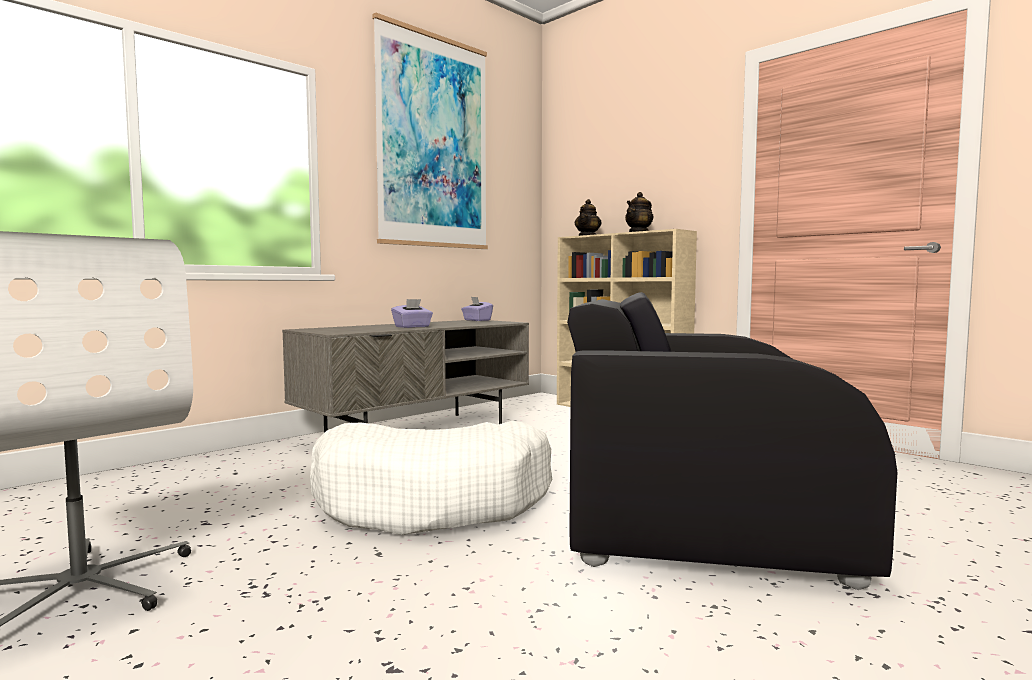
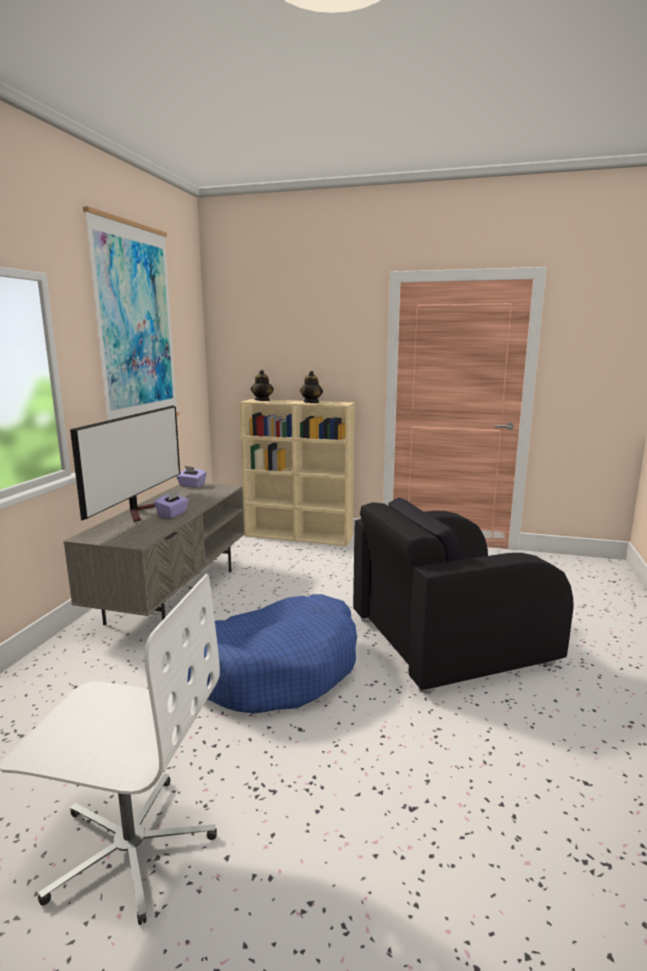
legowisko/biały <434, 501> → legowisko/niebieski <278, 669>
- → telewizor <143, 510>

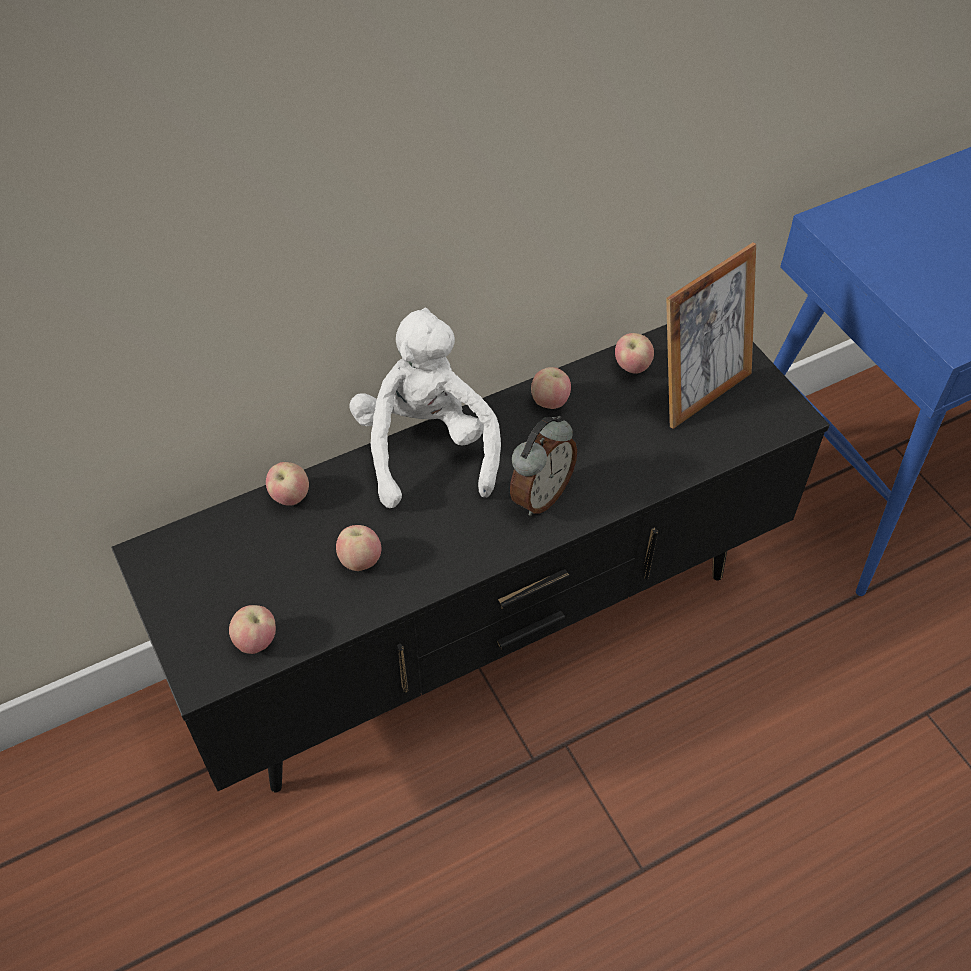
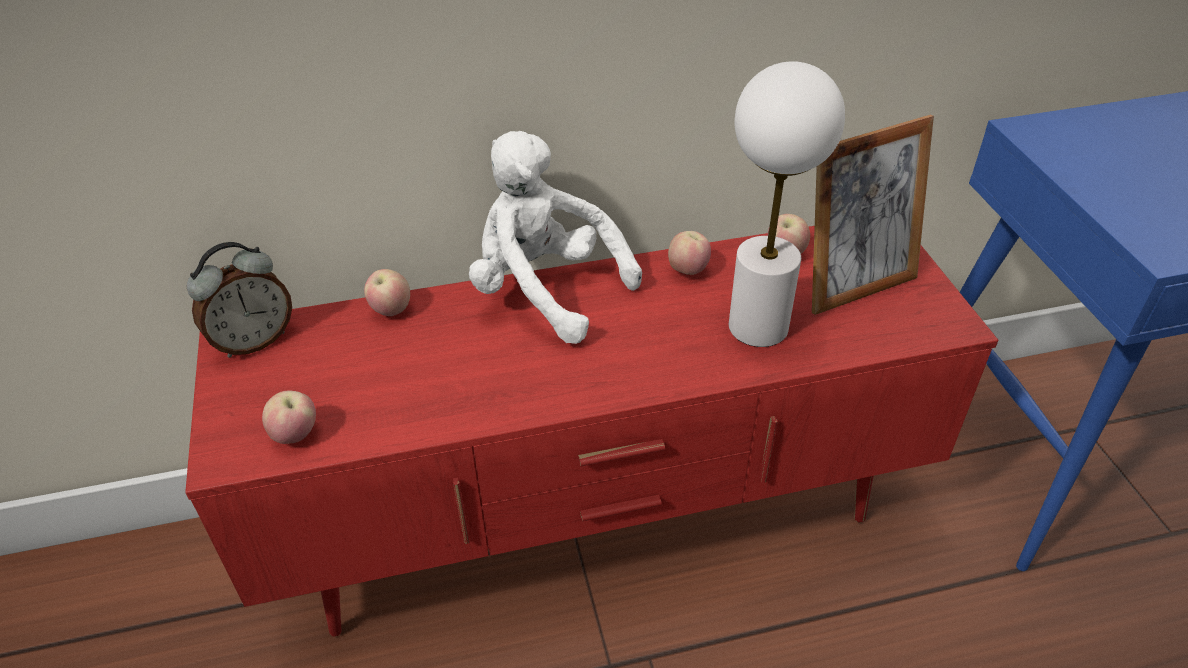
szafka pod telewizor/czarny <485, 635> → szafka pod telewizor/czerwony <596, 527>
jabłko <360, 561> → -
pluszak/biały <426, 448> → pluszak/biały <545, 290>, 60 degrees counterclockwise
budzik <540, 495> → budzik <253, 341>, move
- → lampa stołowa/biały <757, 327>

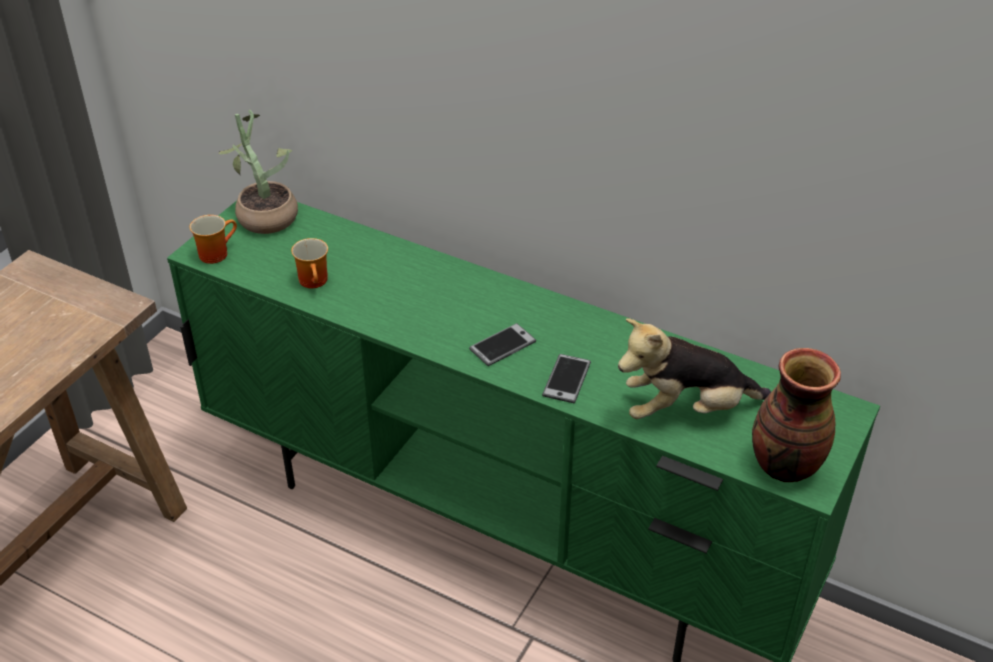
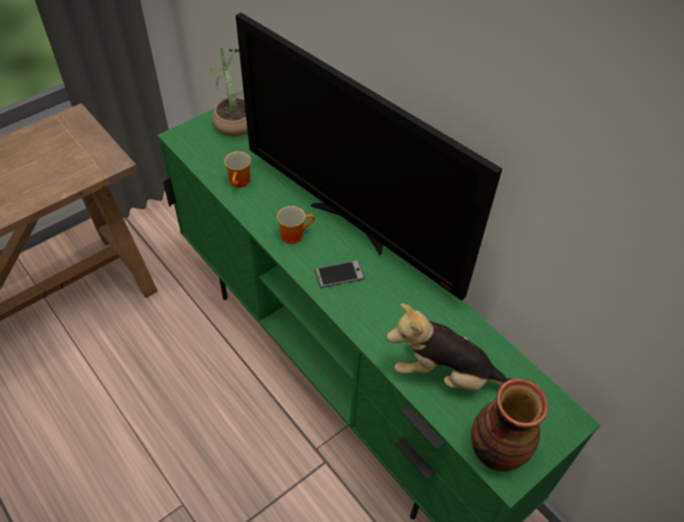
kubek <215, 252> → kubek <294, 234>, move
telefon <566, 379> → -
- → telewizor <352, 224>

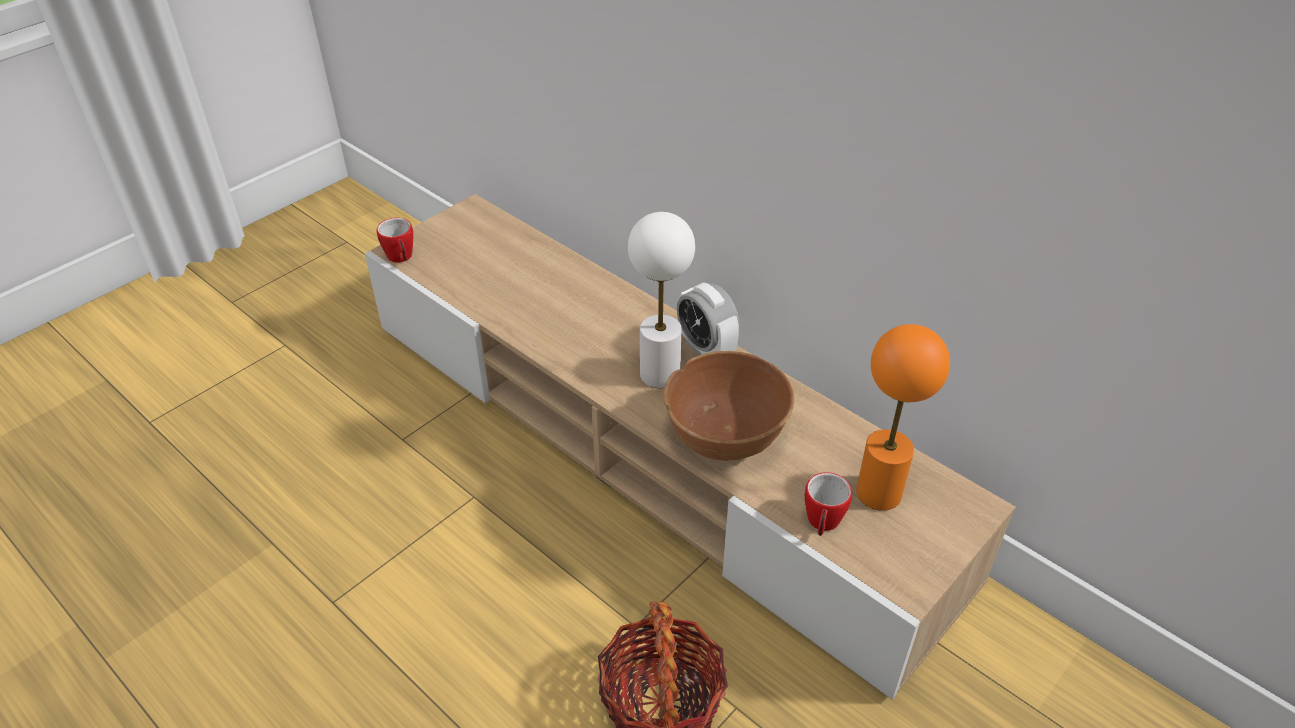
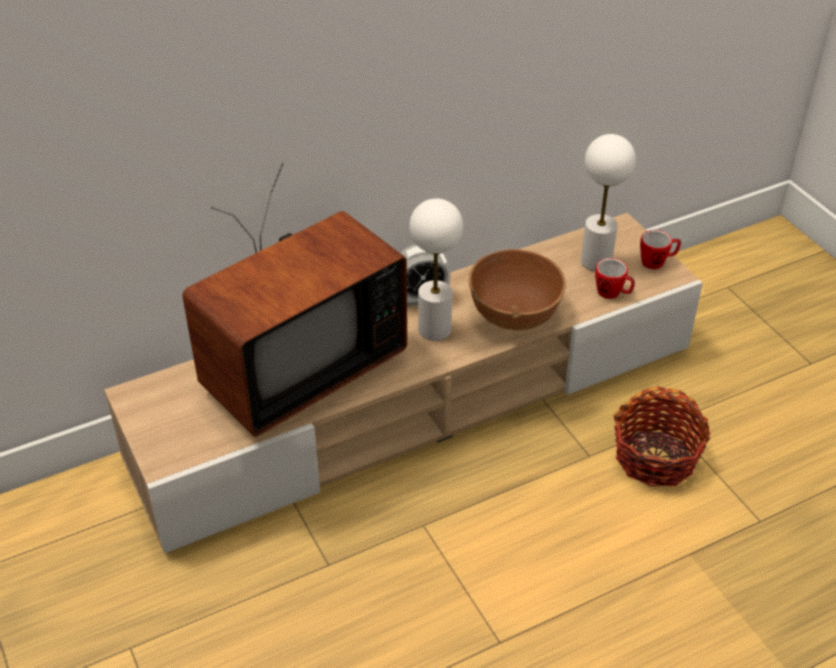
kubek <401, 258> → kubek <657, 262>, move
lampa stołowa/pomarańczowy <879, 493> → lampa stołowa/biały <596, 261>
- → telewizor <294, 368>

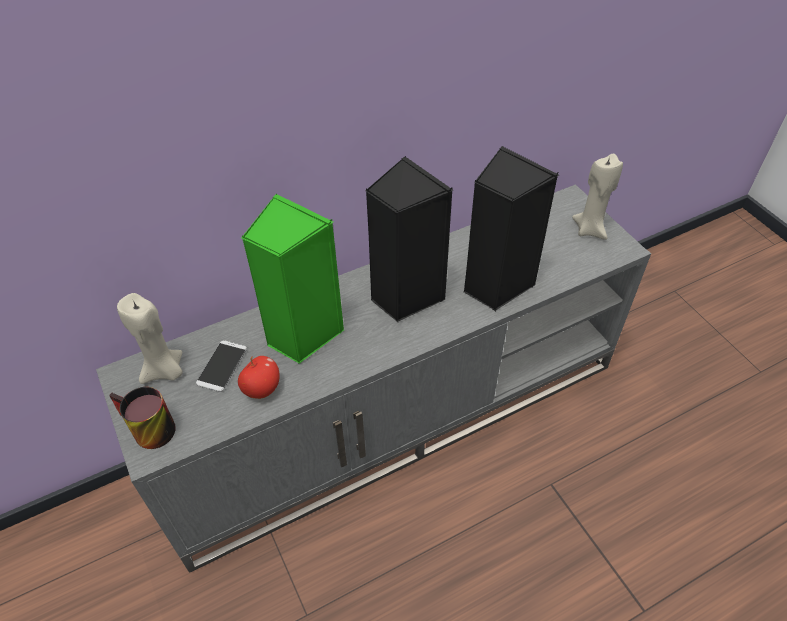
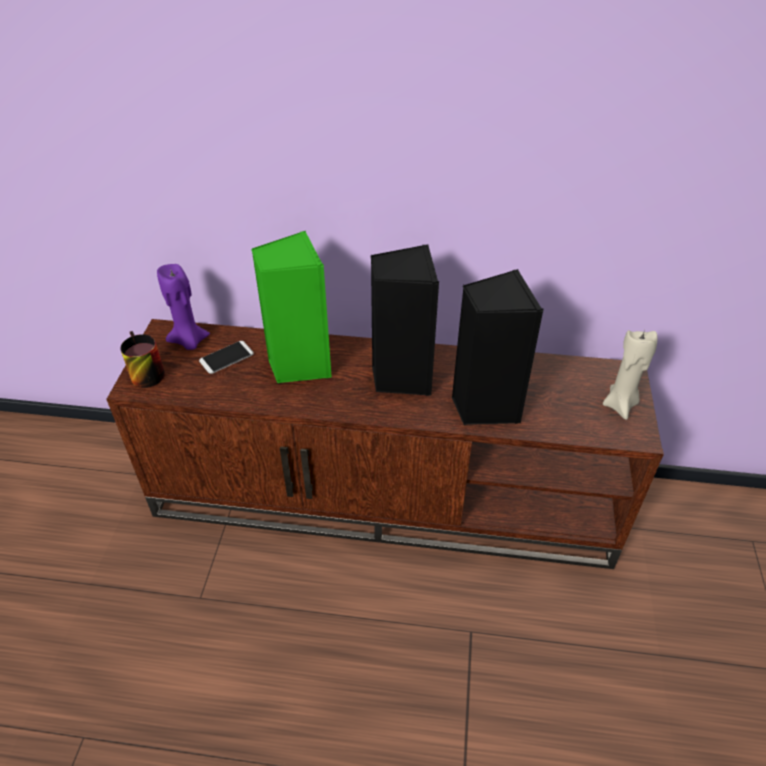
szafka pod telewizor/szary <394, 415> → szafka pod telewizor/brązowy <386, 496>
świeca/beżowy <165, 371> → świeca/fioletowy <189, 342>
jabłko <262, 388> → -

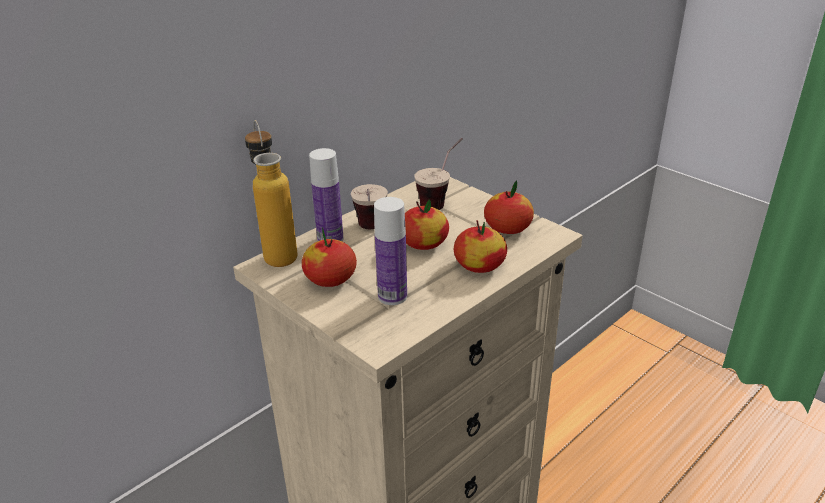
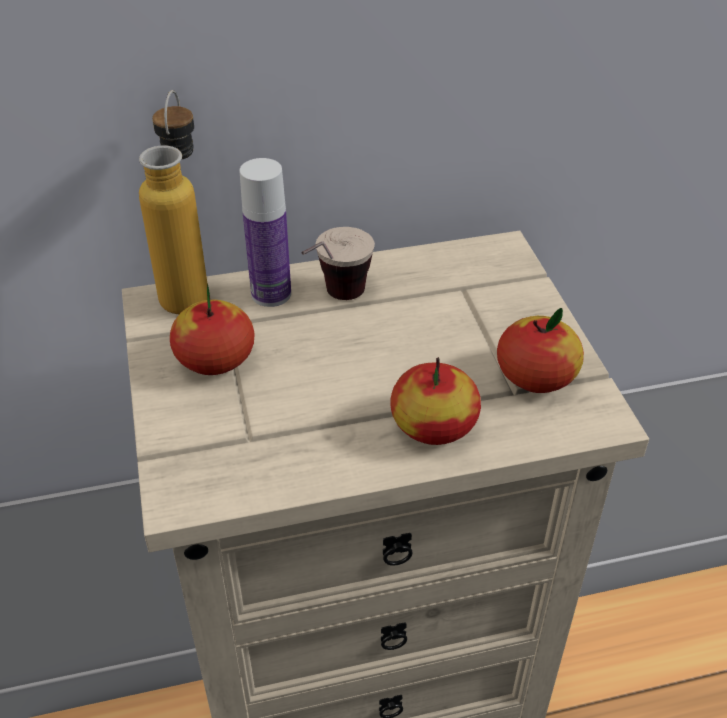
butelka <392, 296> → -
jabłko <423, 243> → -
filiżanka <441, 201> → -

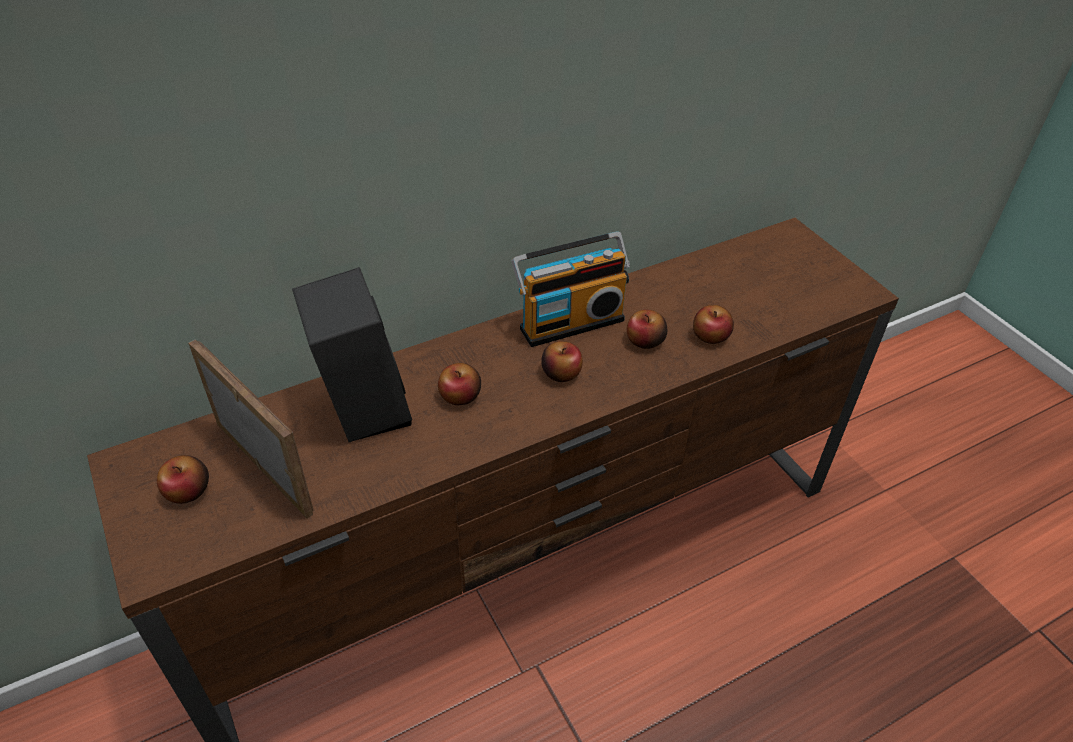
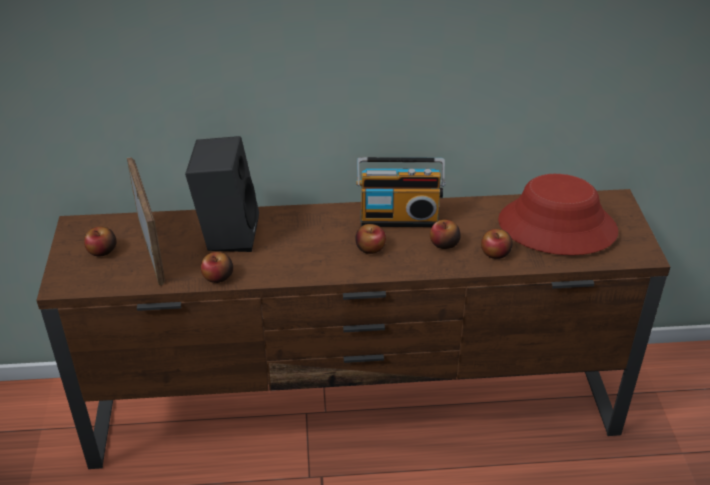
jabłko <460, 396> → jabłko <218, 277>, move
- → kapelusz/czerwony <556, 227>

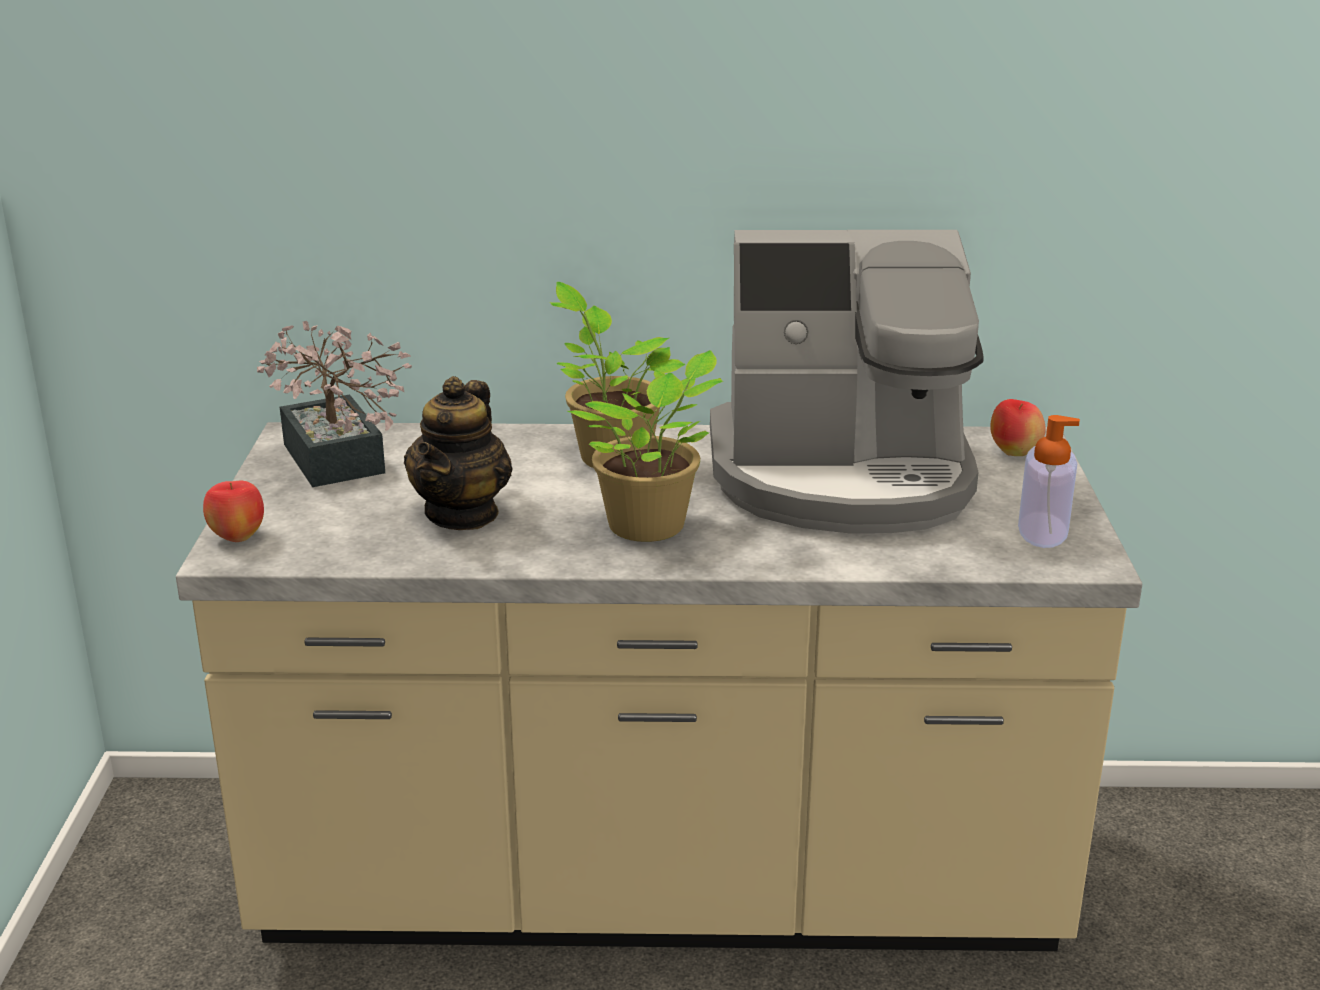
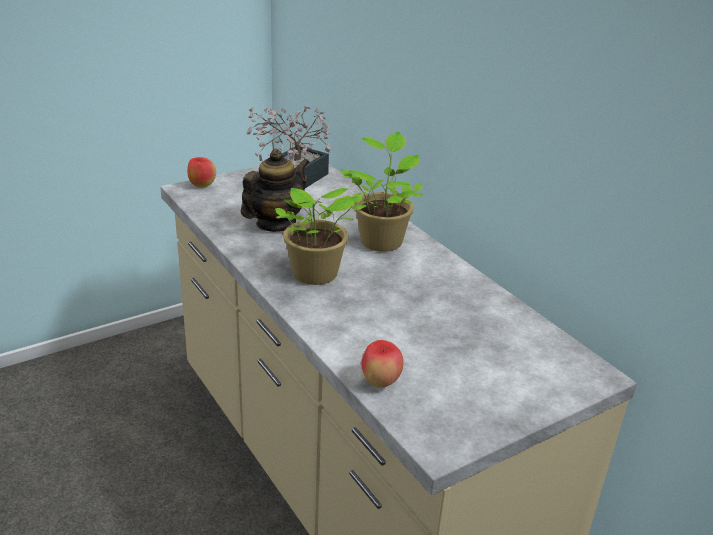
imbryk <462, 514> → imbryk <275, 224>, 150 degrees clockwise
ekspres do kawy <843, 478> → -
jabłko <1014, 453> → jabłko <380, 382>, move
dozownik mydła <1043, 530> → -

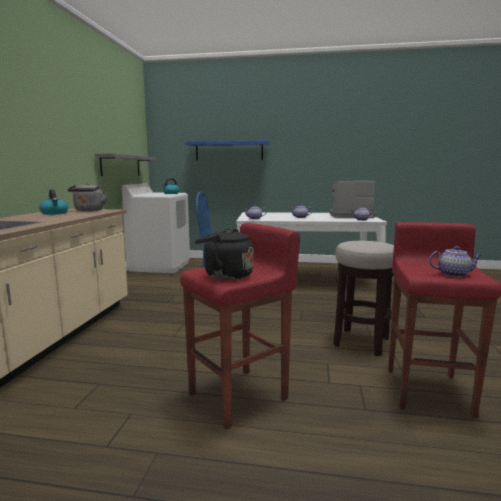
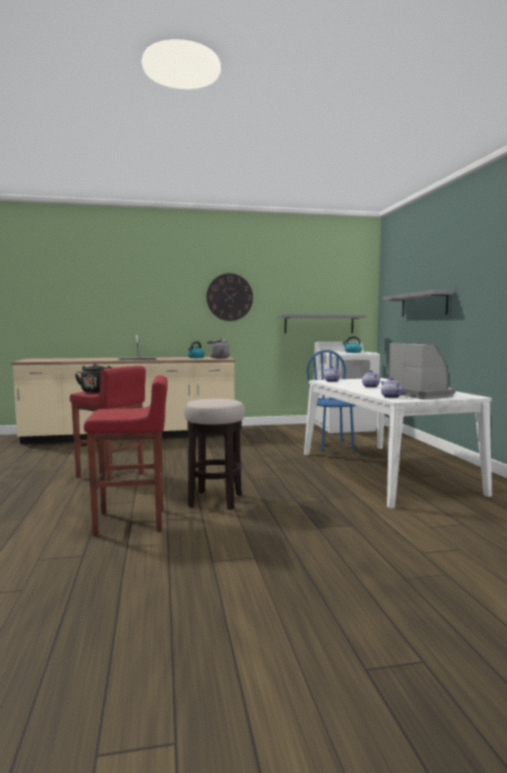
półka/niebieski <229, 151> → półka/szary <423, 304>
imbryk <454, 274> → -
- → zegar ścienny <229, 297>

